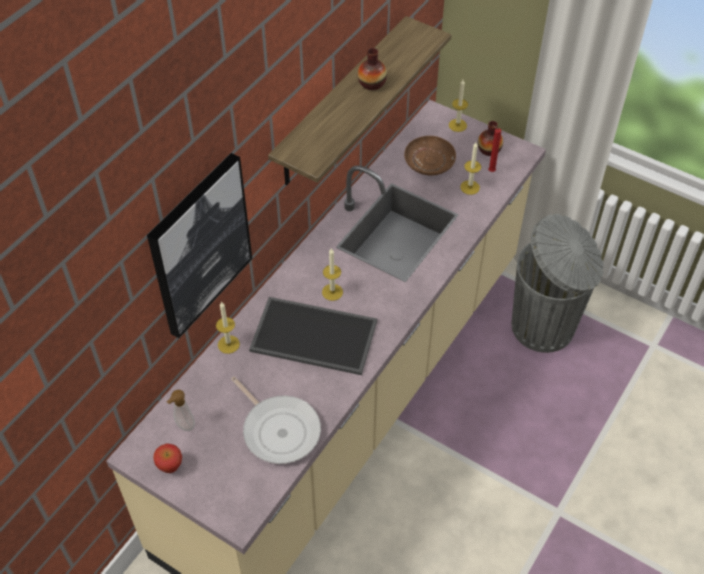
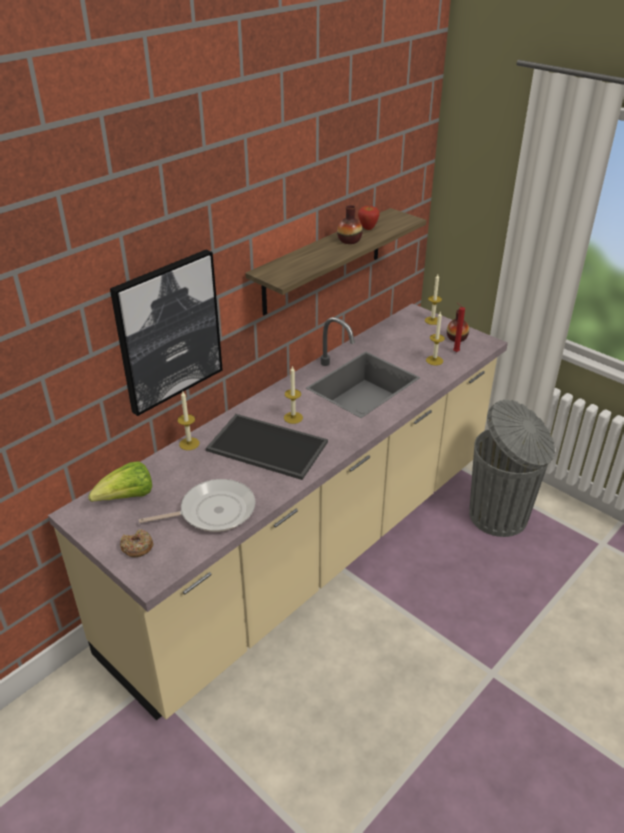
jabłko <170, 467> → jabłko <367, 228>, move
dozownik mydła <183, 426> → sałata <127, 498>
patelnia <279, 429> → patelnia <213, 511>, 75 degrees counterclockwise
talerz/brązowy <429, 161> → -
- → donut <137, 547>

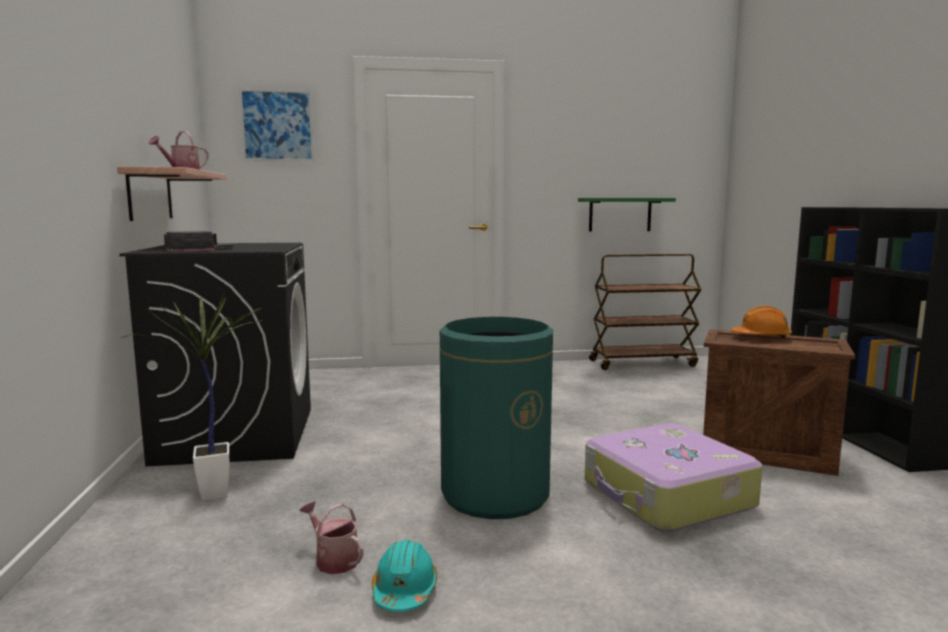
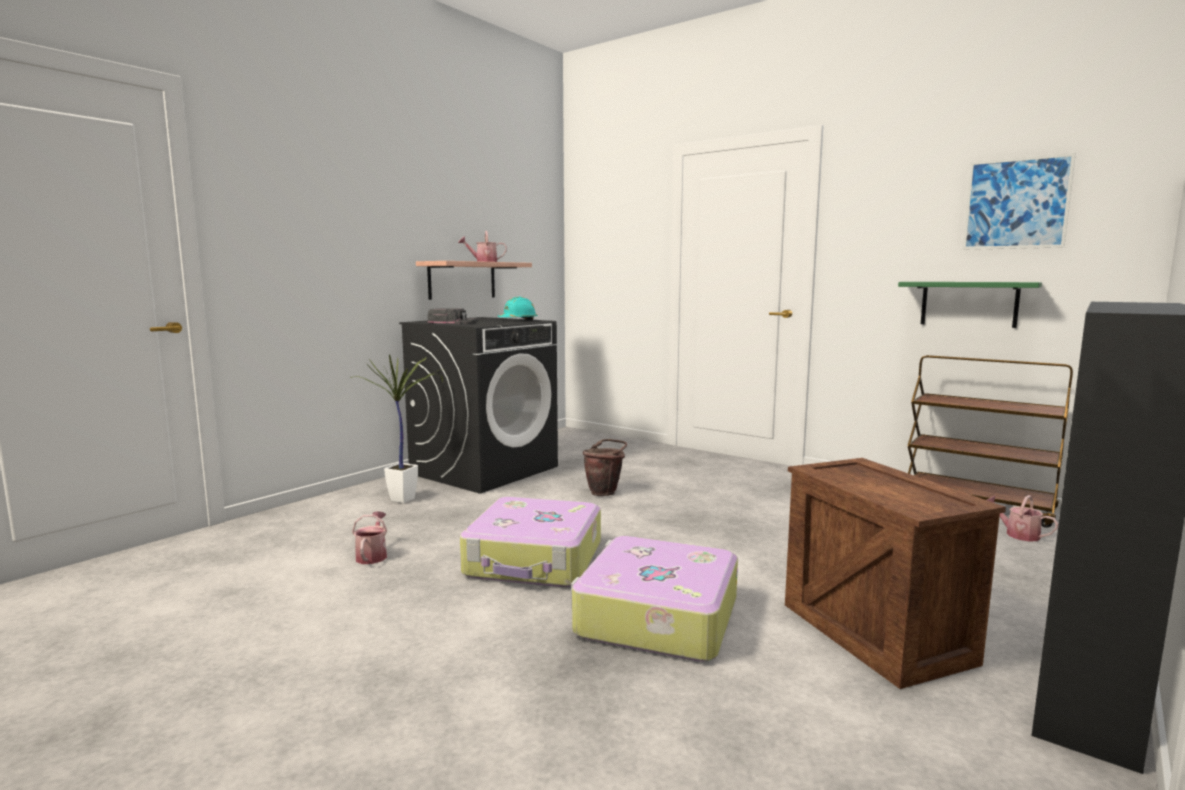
obraz <277, 125> → obraz <1016, 203>, move
kask/turkusowy <404, 591> → kask/turkusowy <518, 320>, move
kosz na śmieci/zielony <495, 494> → walizka <535, 560>
kask/pomarańczowy <761, 337> → -
- → wiadro/brązowy <605, 492>
- → konewka <1017, 534>

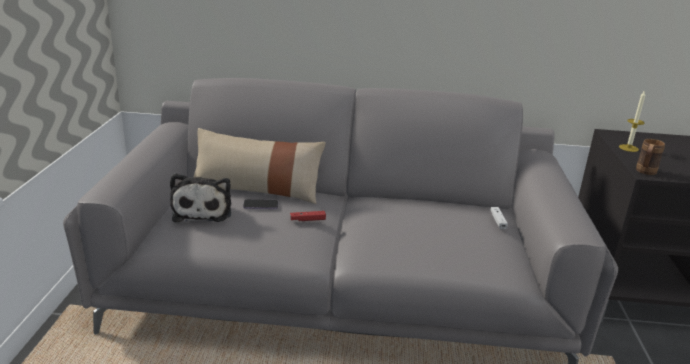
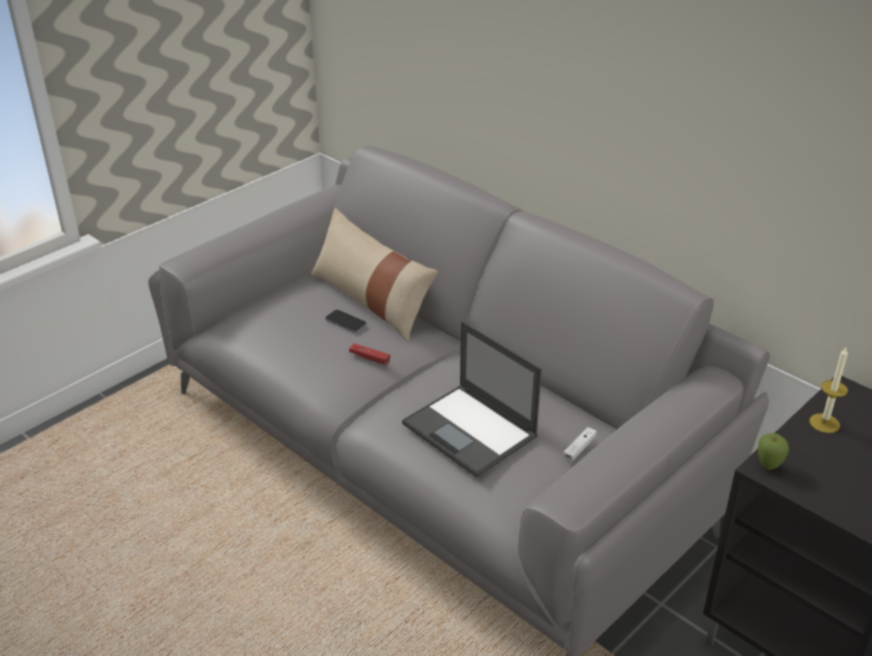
pluszak <203, 210> → -
kubek/brązowy <644, 172> → jabłko <768, 466>
- → laptop <471, 431>

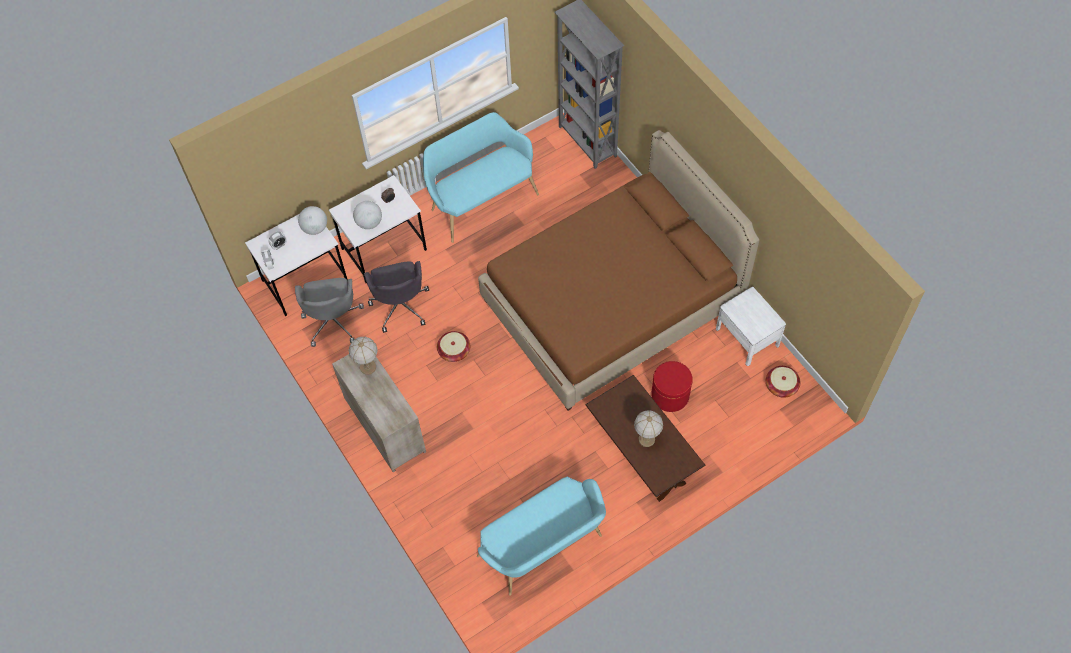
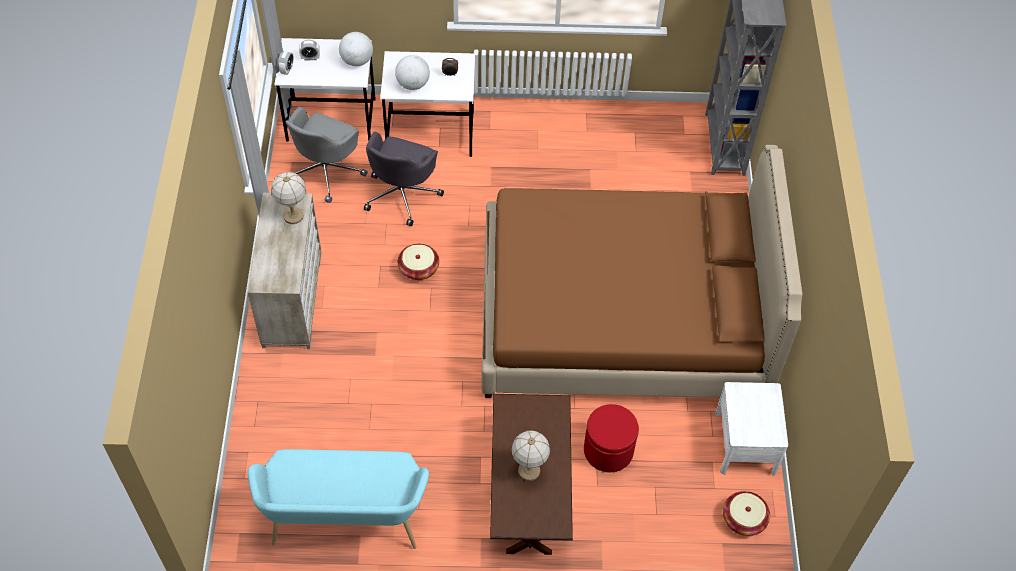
ławka/turkusowy <481, 200> → -

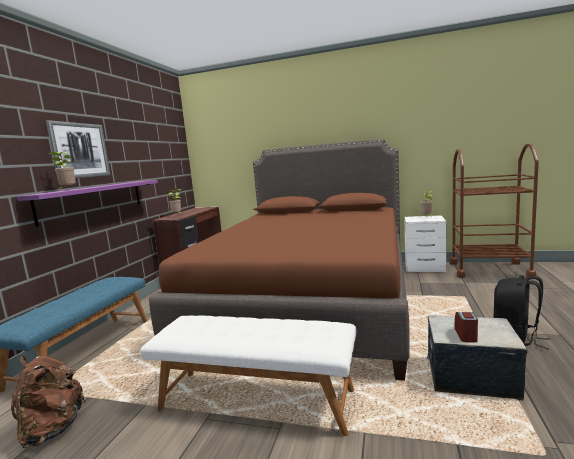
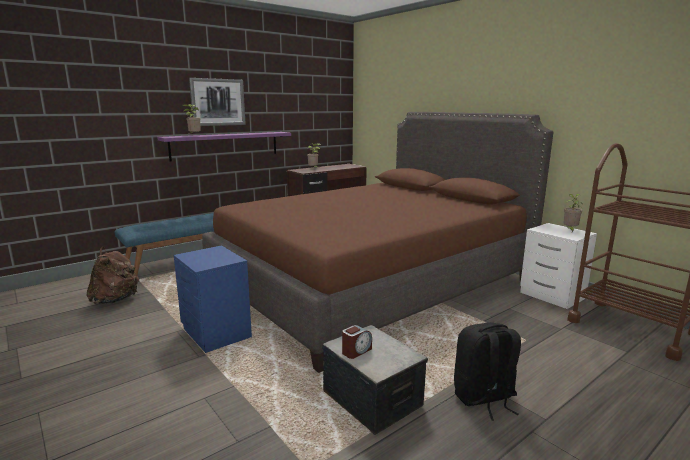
ławka/biały <257, 399> → szafka nocna/niebieski <216, 334>

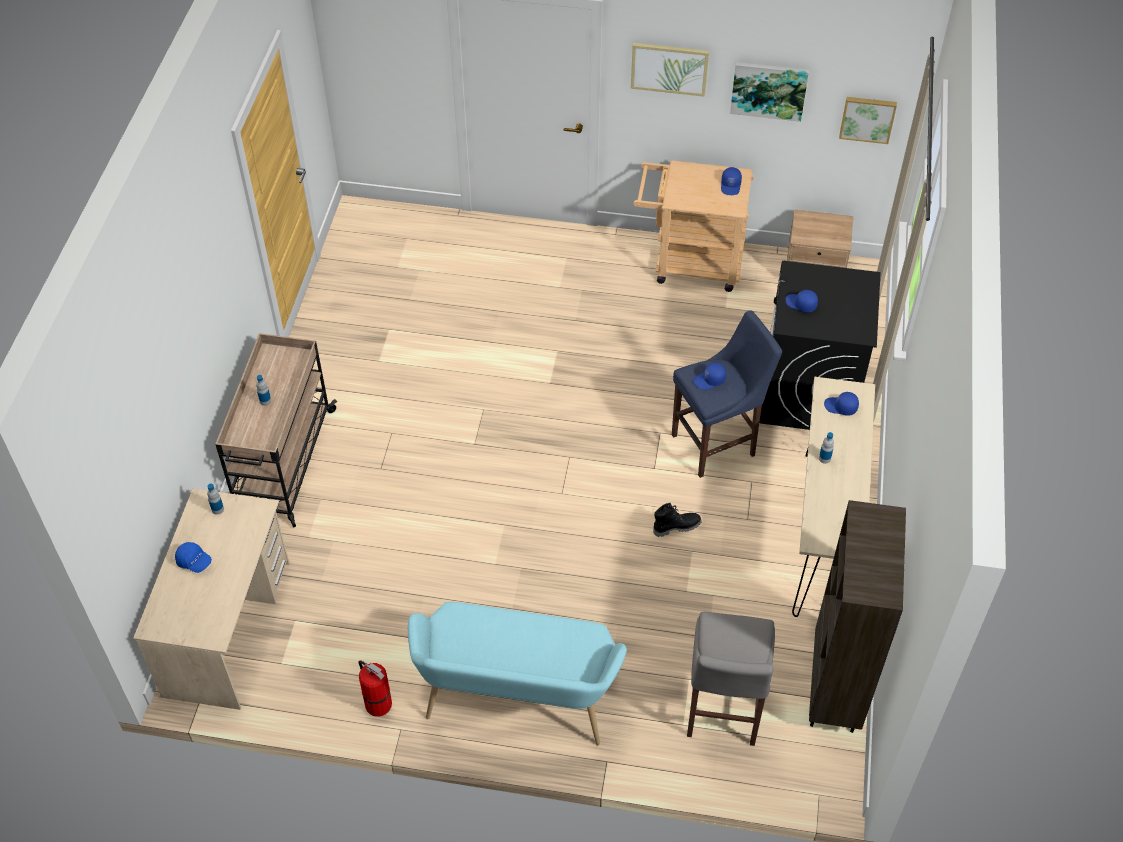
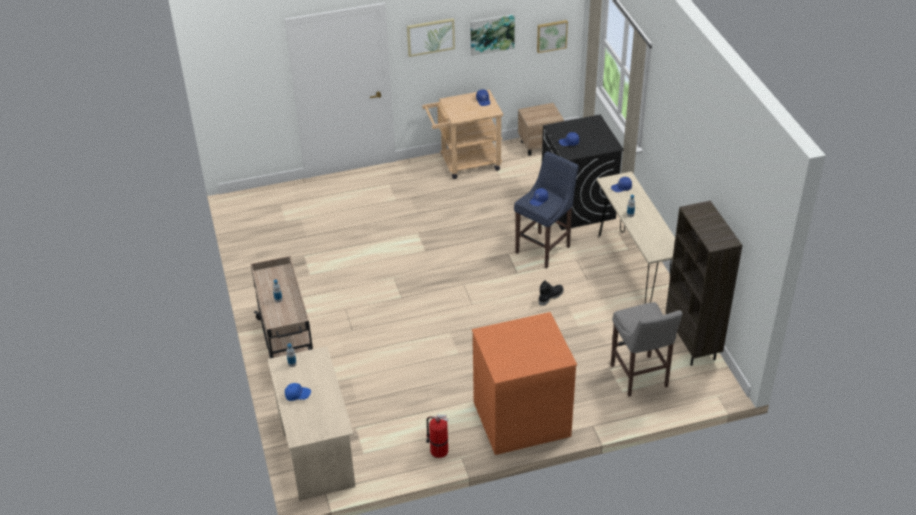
ławka/turkusowy <517, 702> → komoda/pomarańczowy <521, 417>

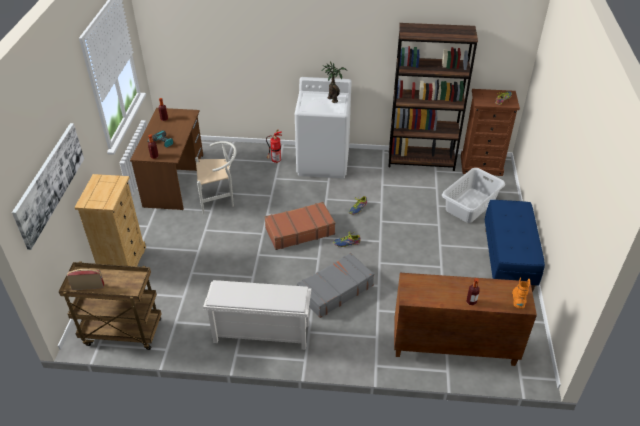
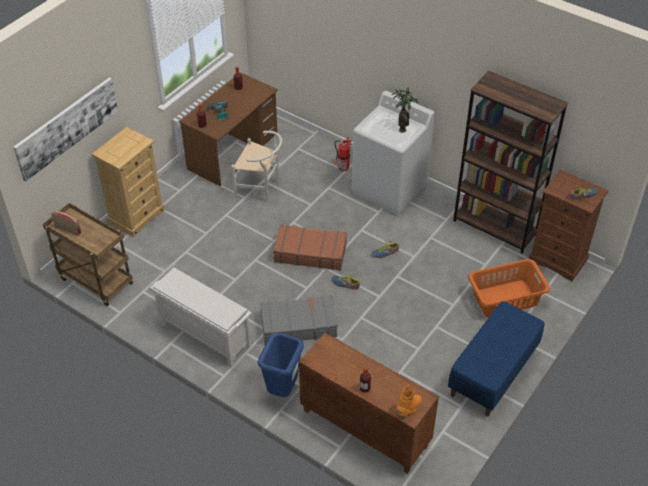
kosz na pranie/szary <471, 205> → kosz na pranie/pomarańczowy <505, 299>
- → kosz na śmieci/niebieski <282, 390>

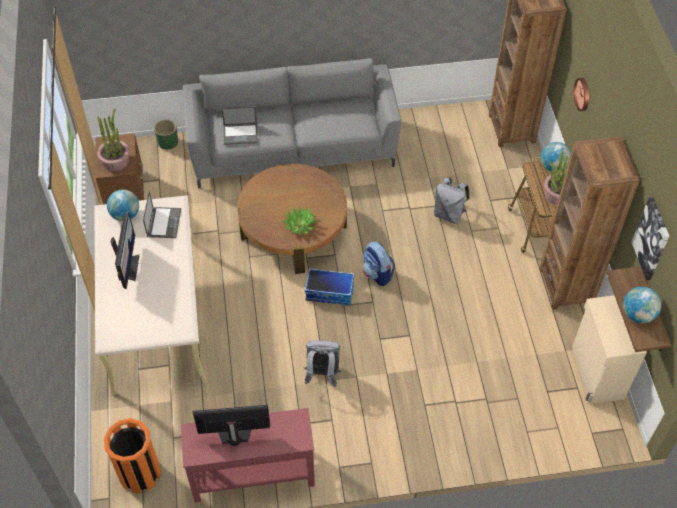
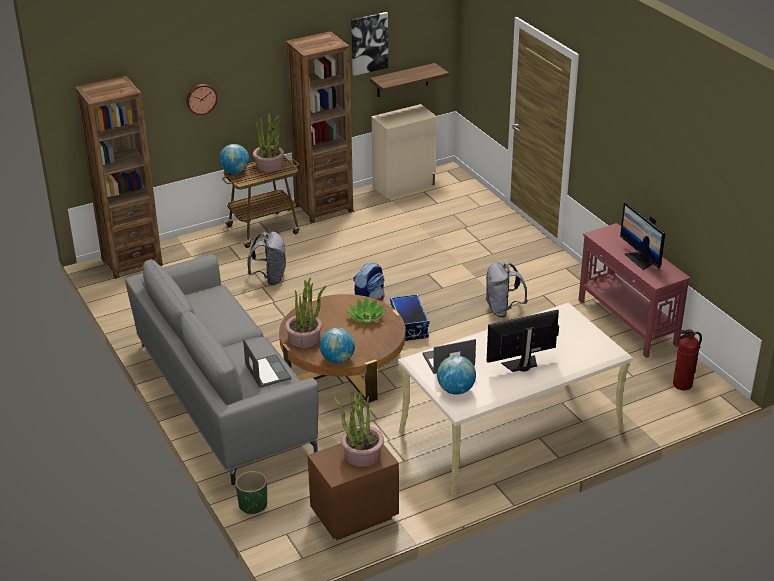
kosz na śmieci/pomarańczowy <139, 473> → gaśnica <682, 384>
globus <637, 314> → globus <337, 359>, move
- → roślina doniczkowa <304, 338>

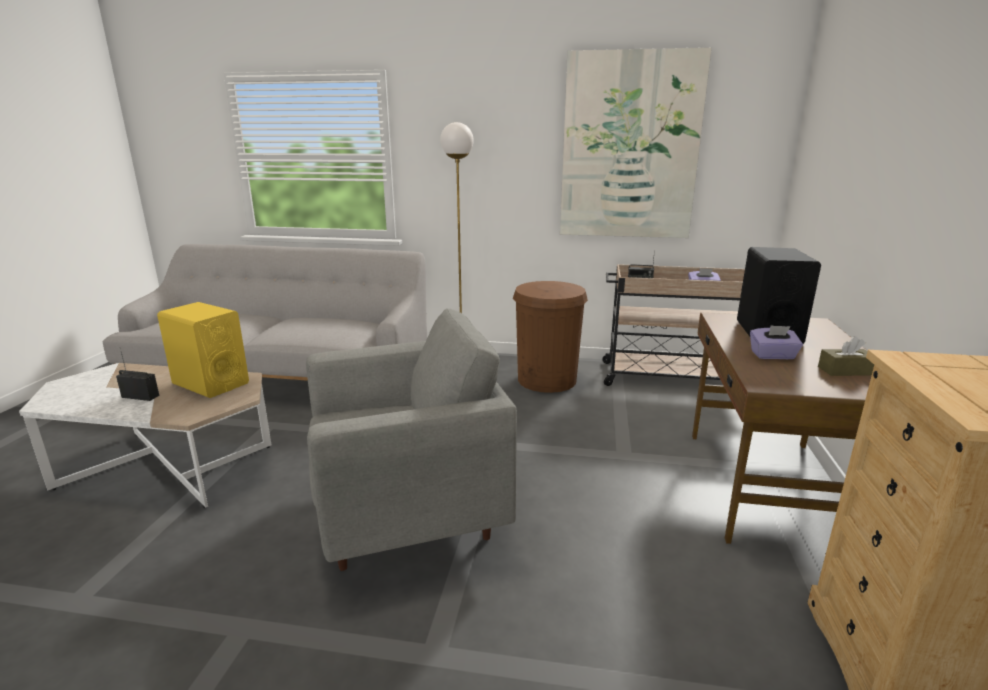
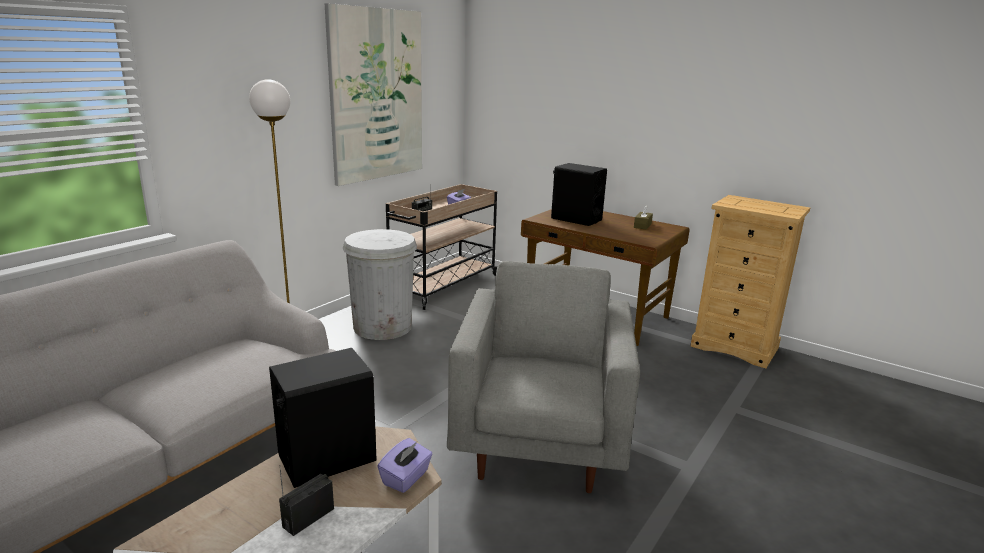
głośnik/żółty <210, 383> → głośnik/czarny <326, 459>
kosz na śmieci/brązowy <547, 380> → kosz na śmieci/biały <382, 327>
pudełko chusteczek/fioletowy <773, 356> → pudełko chusteczek/fioletowy <406, 478>, move

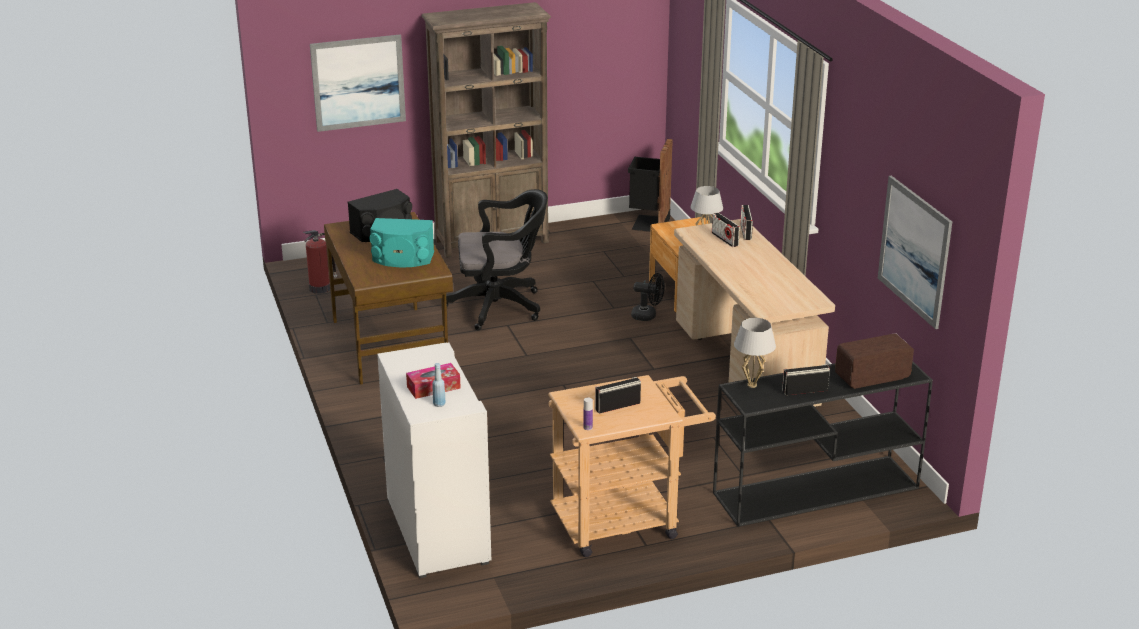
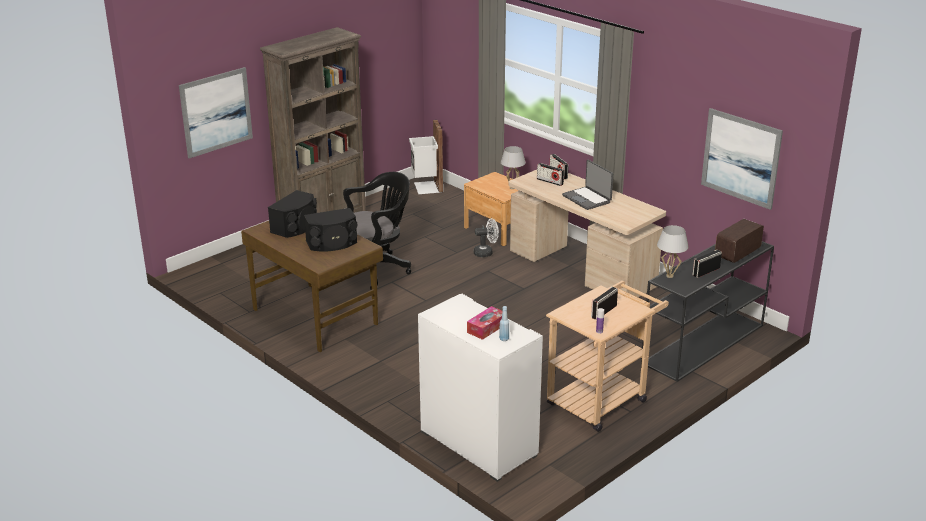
gaśnica <321, 288> → -
głośnik/turkusowy <402, 258> → głośnik/czarny <332, 243>
kosz na śmieci/czarny <648, 223> → kosz na śmieci/biały <426, 187>
wentylator/czarny <648, 316> → wentylator/biały <486, 252>
- → laptop <587, 199>

